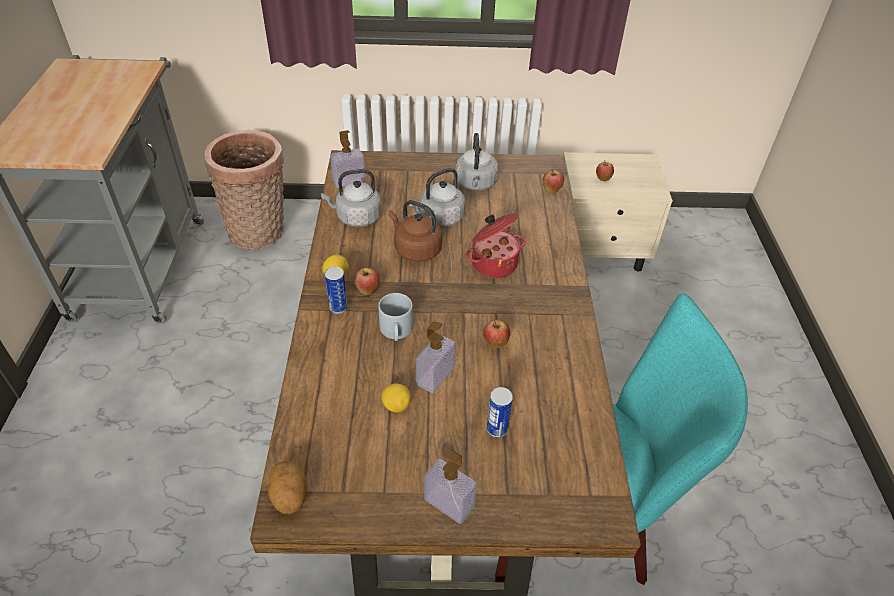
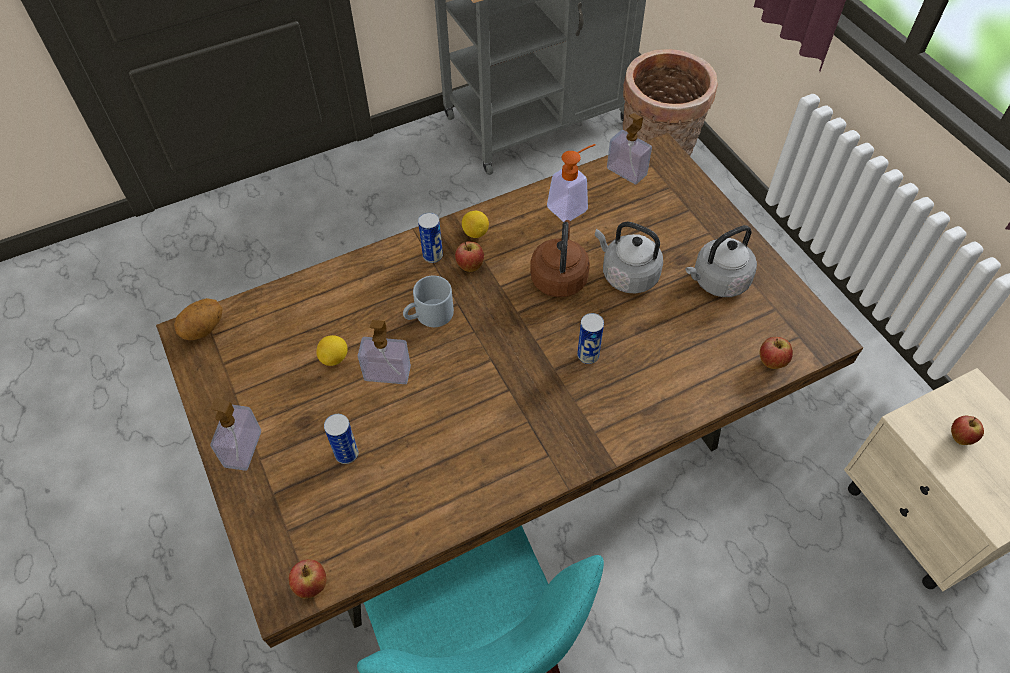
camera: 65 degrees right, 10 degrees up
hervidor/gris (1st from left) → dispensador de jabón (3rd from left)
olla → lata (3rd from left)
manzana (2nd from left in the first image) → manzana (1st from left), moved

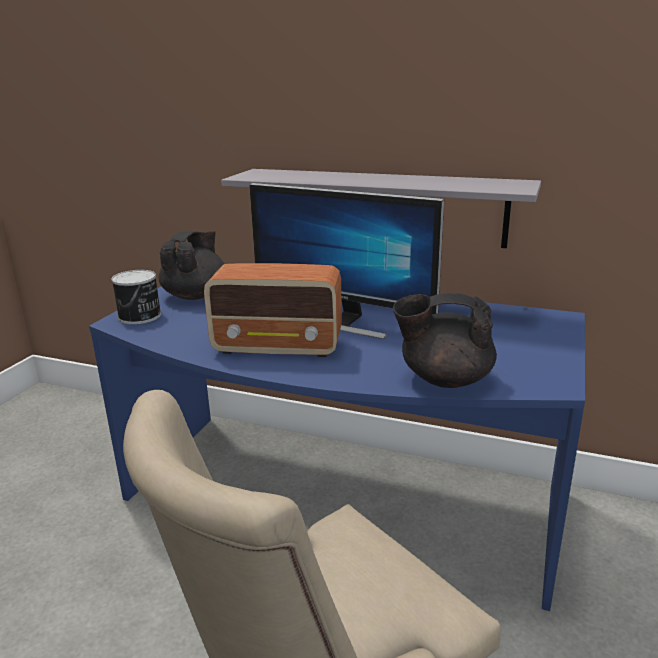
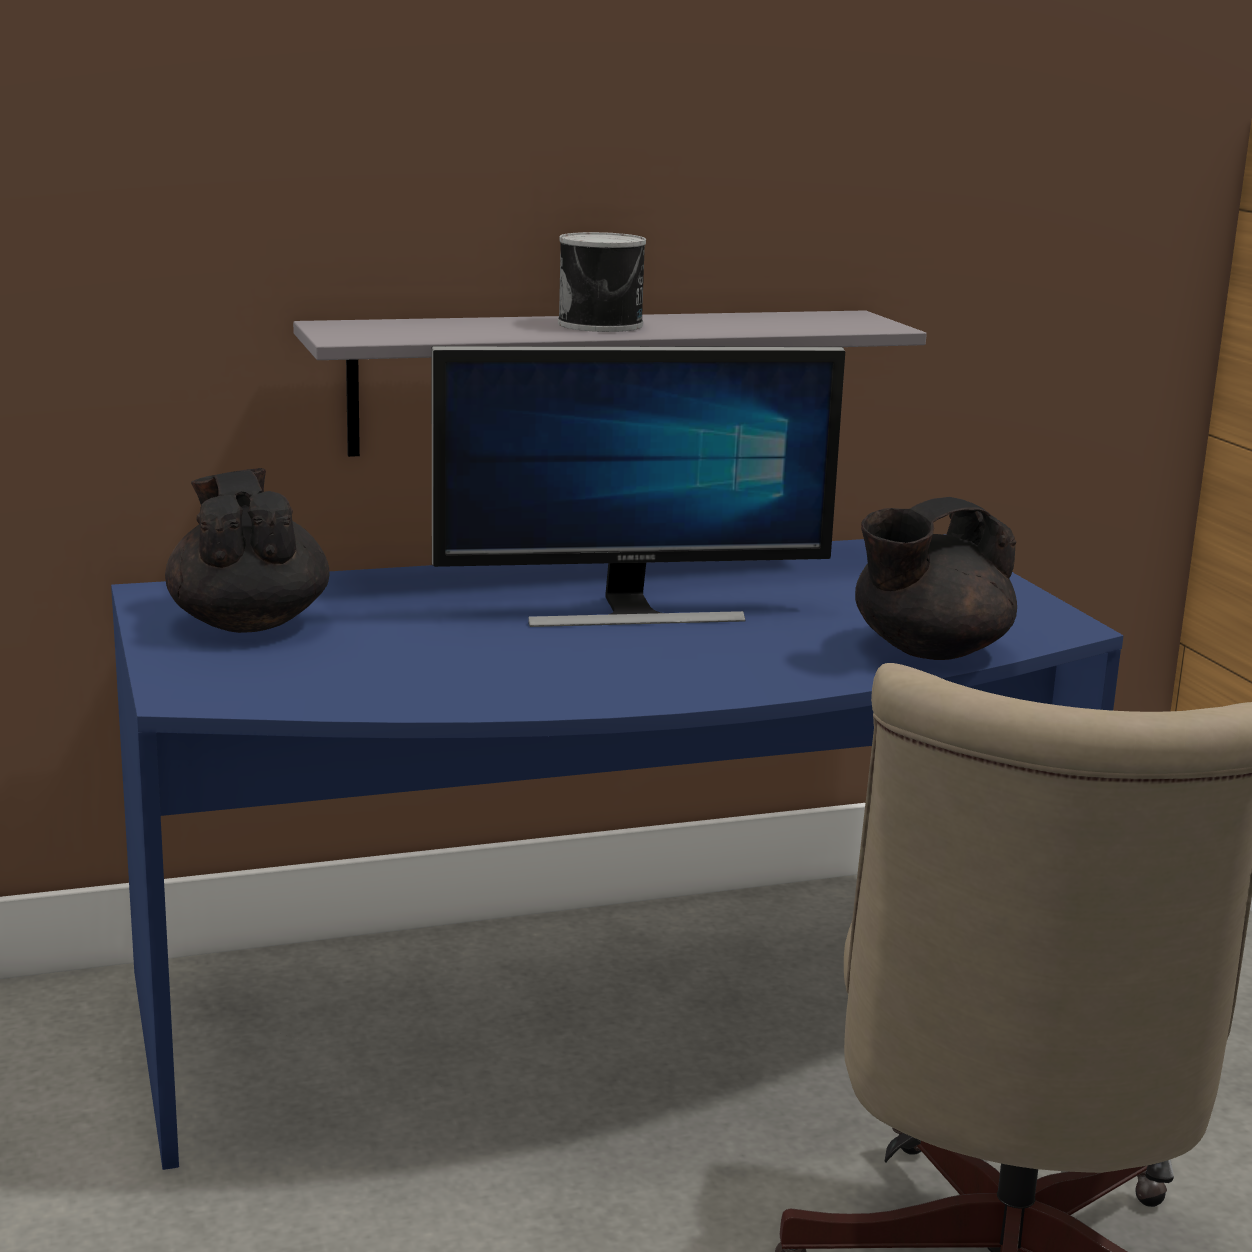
camera: 40 degrees left, 5 degrees down
radio → -
lata, moved

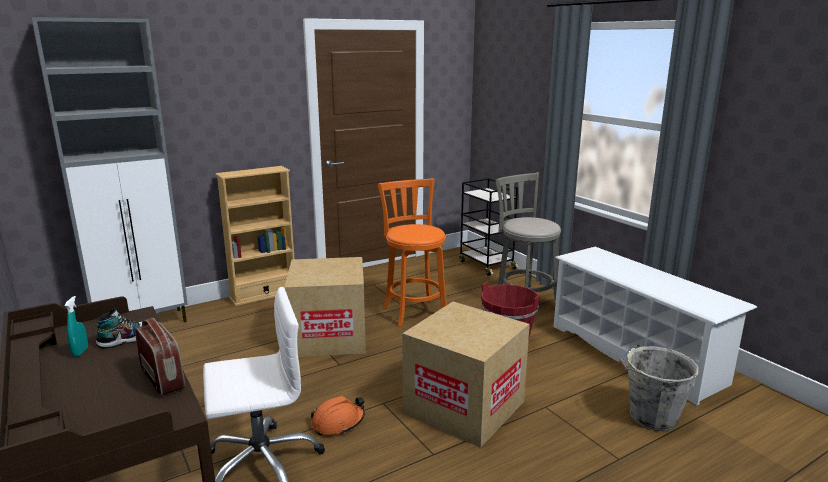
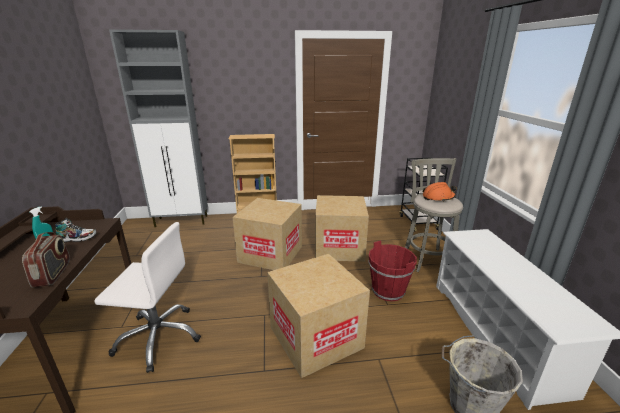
camera: 25 degrees right, 5 degrees up
taburete/naranja → caja de cartón (3rd from left)
casco/naranja, moved

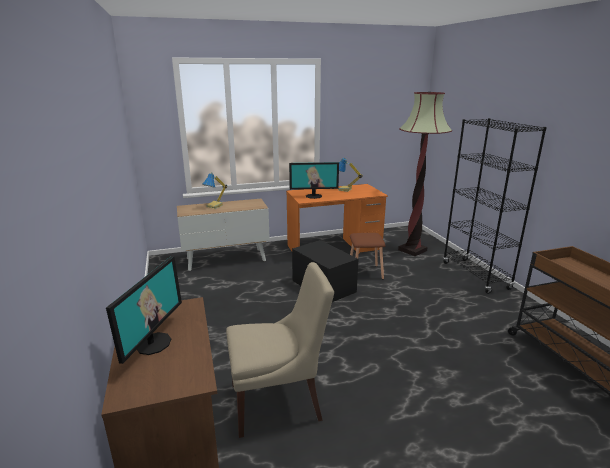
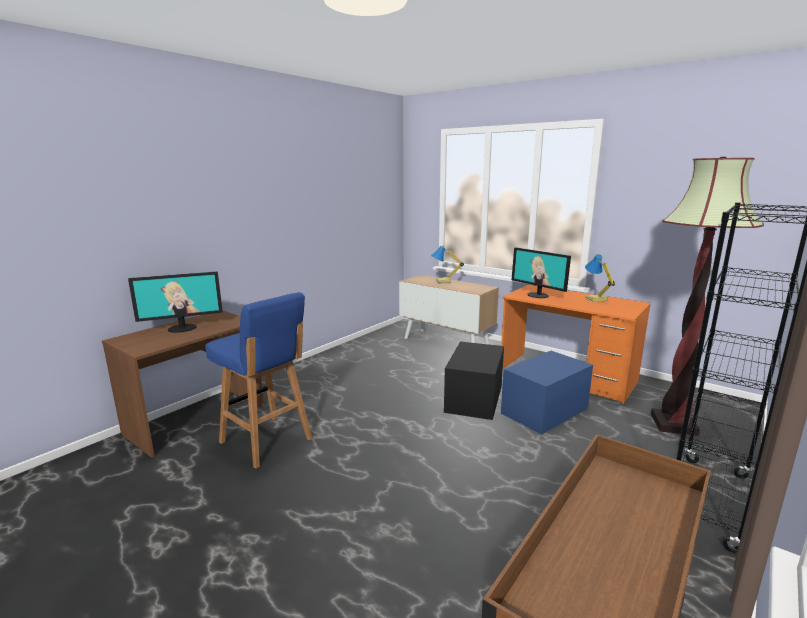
camera: 55 degrees right, 5 degrees down
taburete/marrón → caja de almacenaje/azul
silla/beis → taburete/azul

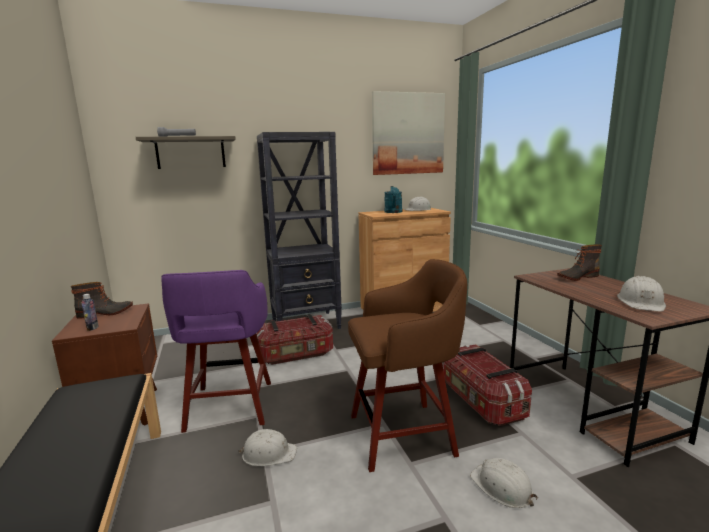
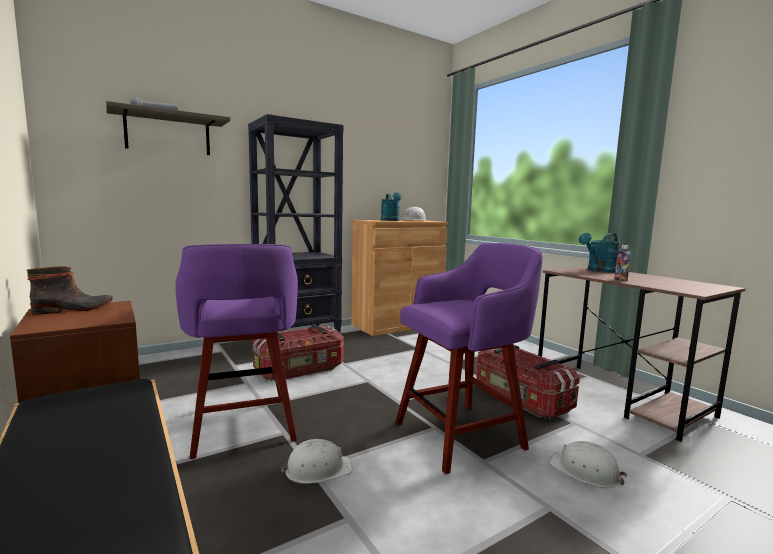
camera: 15 degrees left, 5 degrees down
cuadro → -
bota (2nd from left) → regadera/turquesa (2nd from left)
taburete/marrón → taburete/morado (2nd from left)
casco/blanco (4th from left) → -
botella, moved

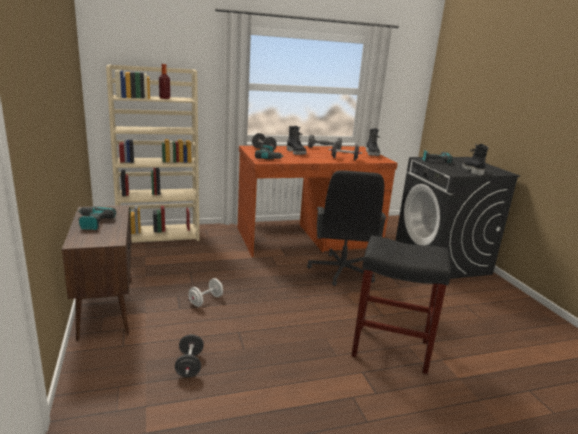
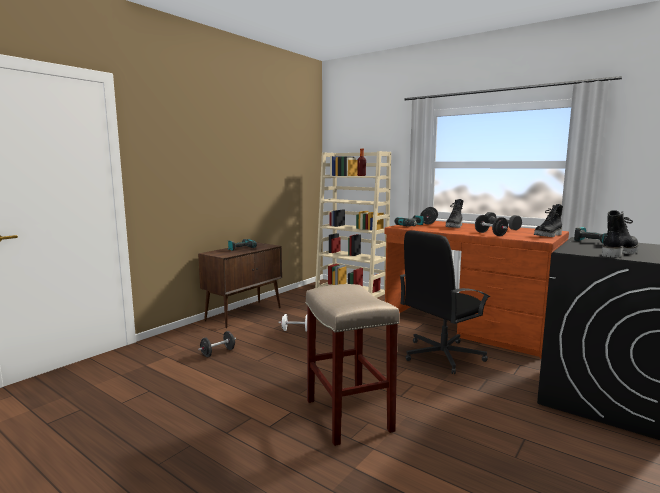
camera: 55 degrees right, 10 degrees down
taburete/negro → taburete/beis

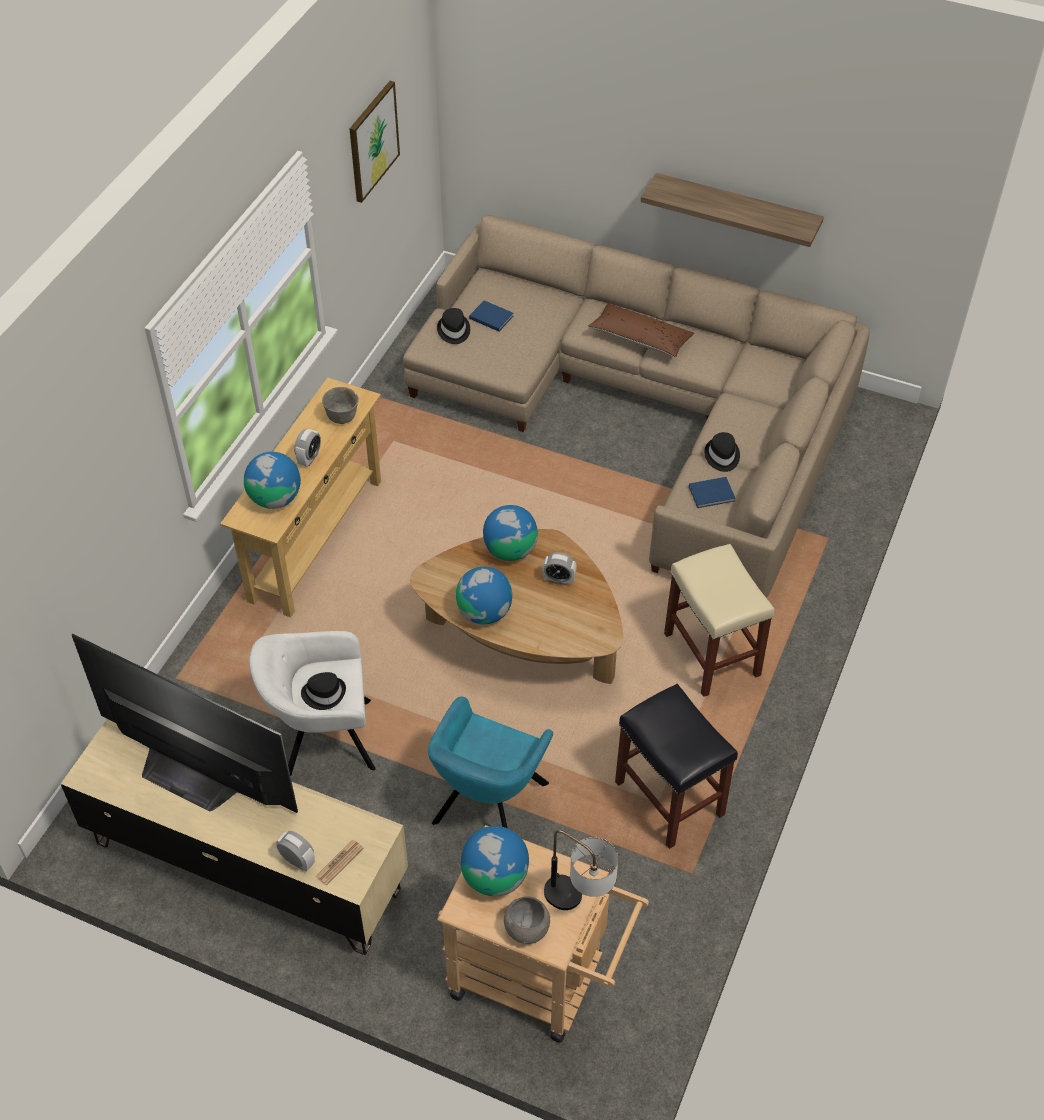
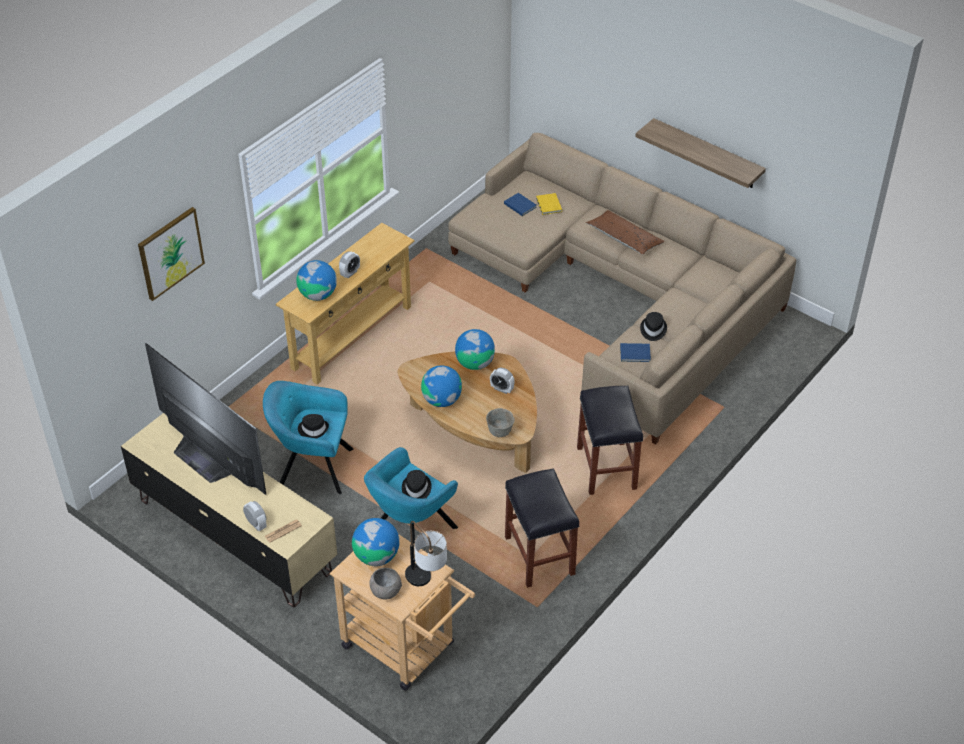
camera: 15 degrees right, 5 degrees down
cuadro, moved
sombrero/negro (2nd from left), moved
cuenco/gris (1st from left in the first image) → cuenco/gris (2nd from left), moved
taburete/beis → taburete/negro (2nd from left)
sillón/blanco → sillón/turquesa (1st from left)
- → libro/amarillo

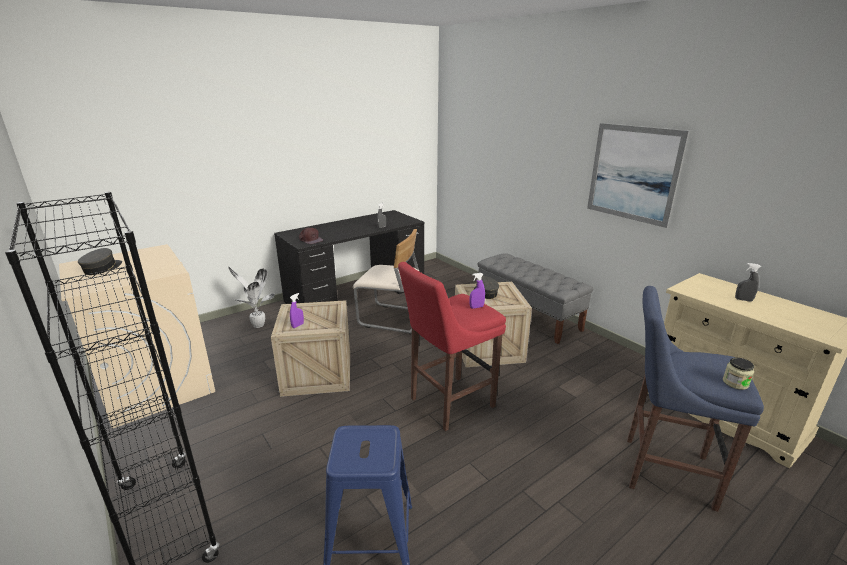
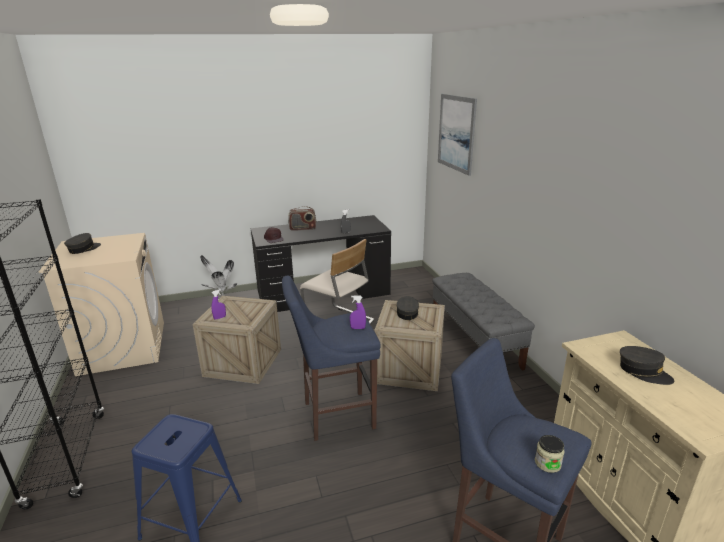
camera: 20 degrees right, 0 degrees up
cuadro, moved
taburete/rojo → taburete/azul (2nd from left)
pulverizador/gris (2nd from left) → gorra/gris (3rd from left)
- → radio

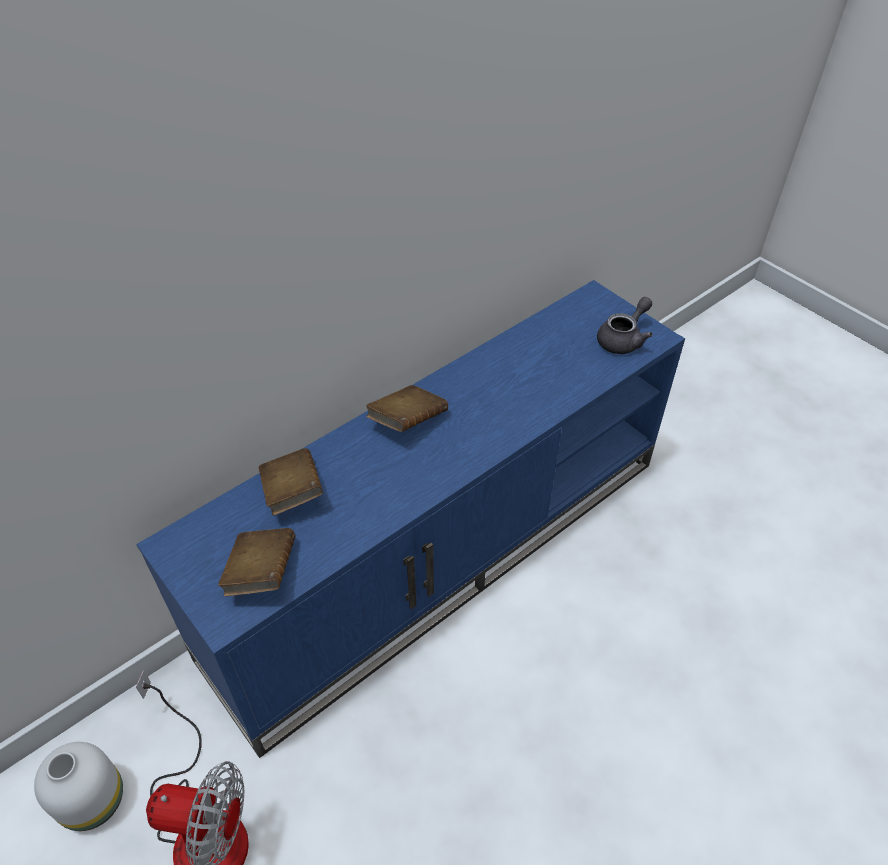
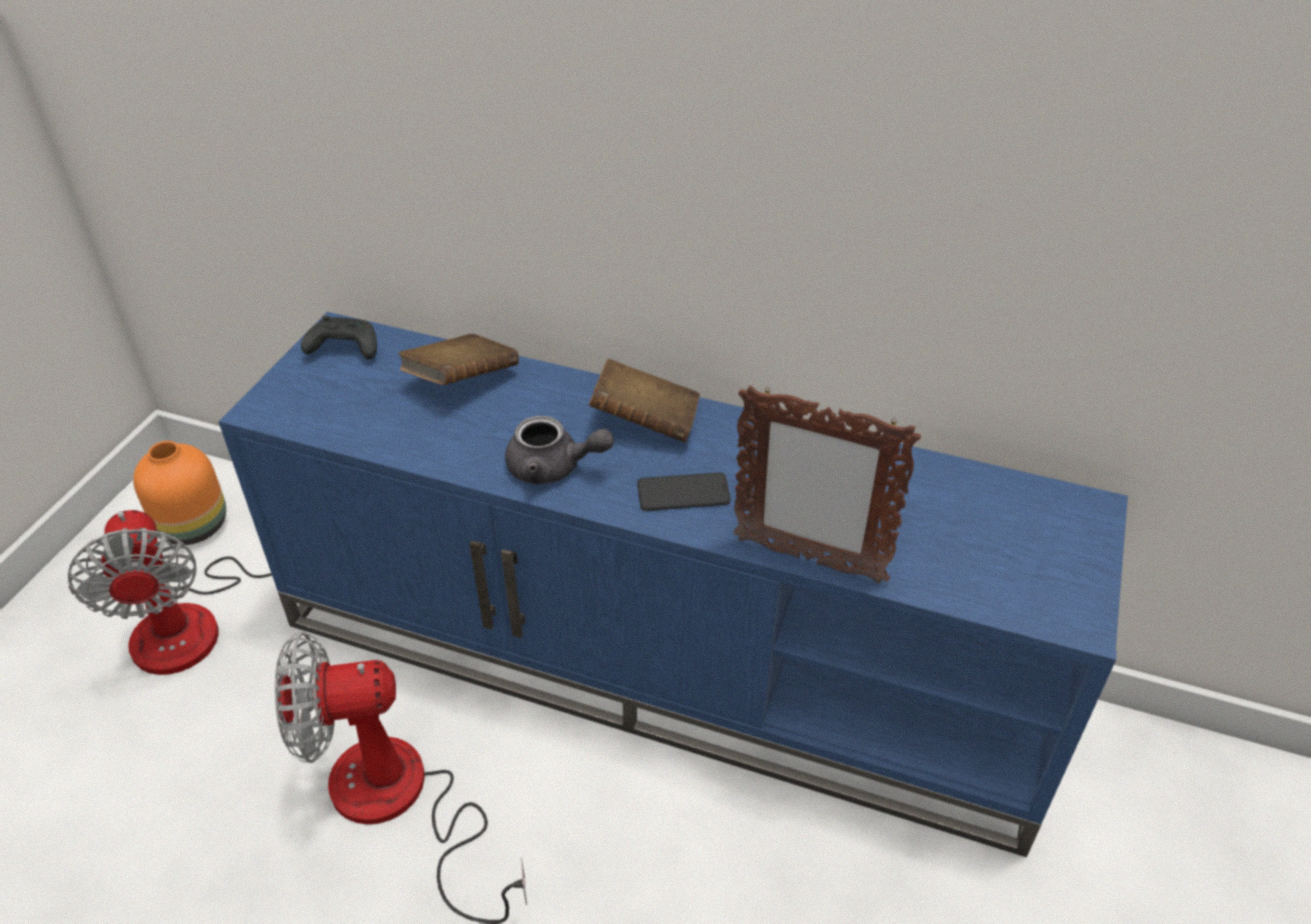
camera: 60 degrees right, 5 degrees down
tetera/gris, moved
libro/marrón (1st from left) → -
florero/blanco → florero/naranja
- → mando de consola/negro
- → portarretratos
- → móvil
- → ventilador (2nd from left)

